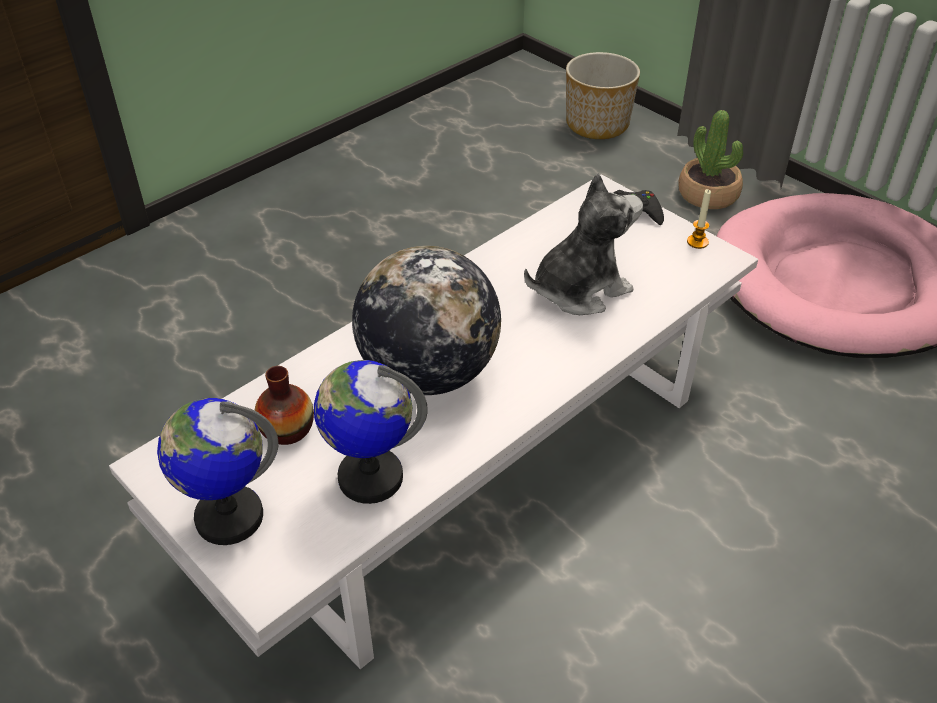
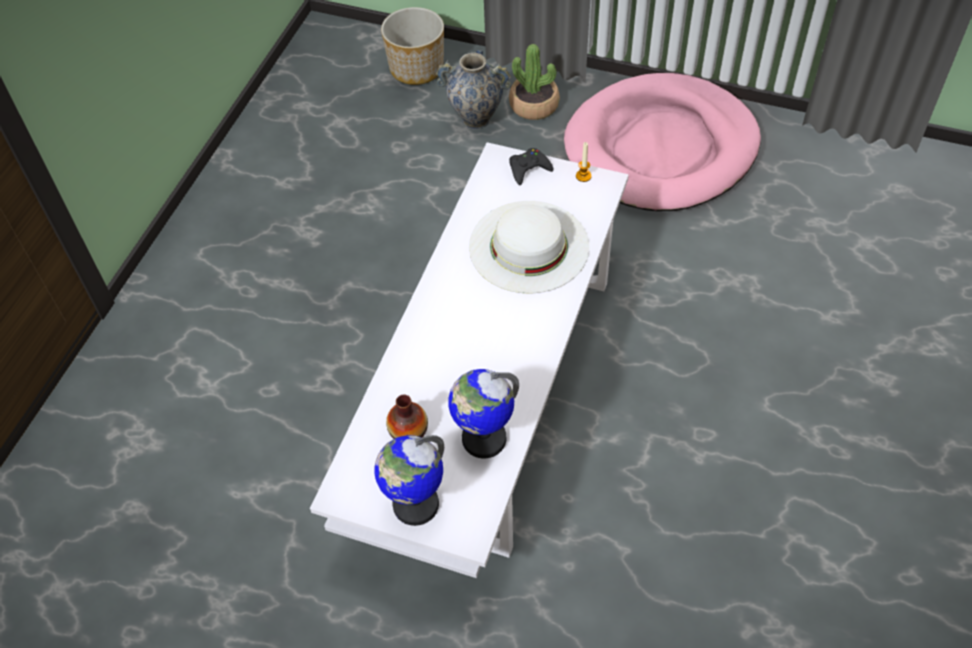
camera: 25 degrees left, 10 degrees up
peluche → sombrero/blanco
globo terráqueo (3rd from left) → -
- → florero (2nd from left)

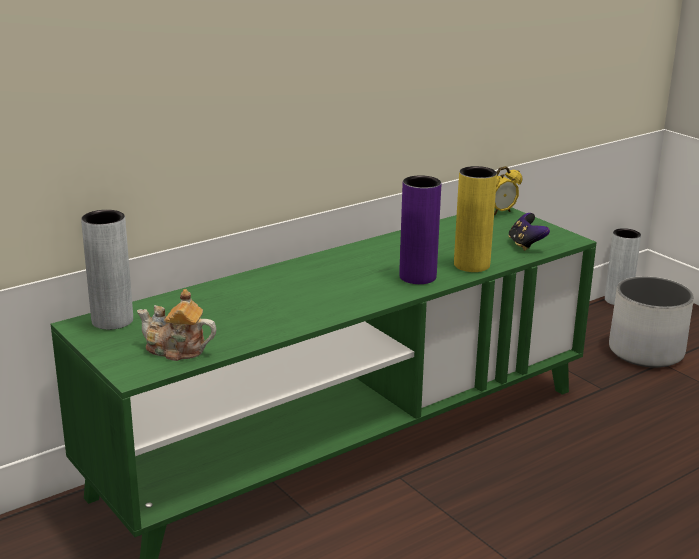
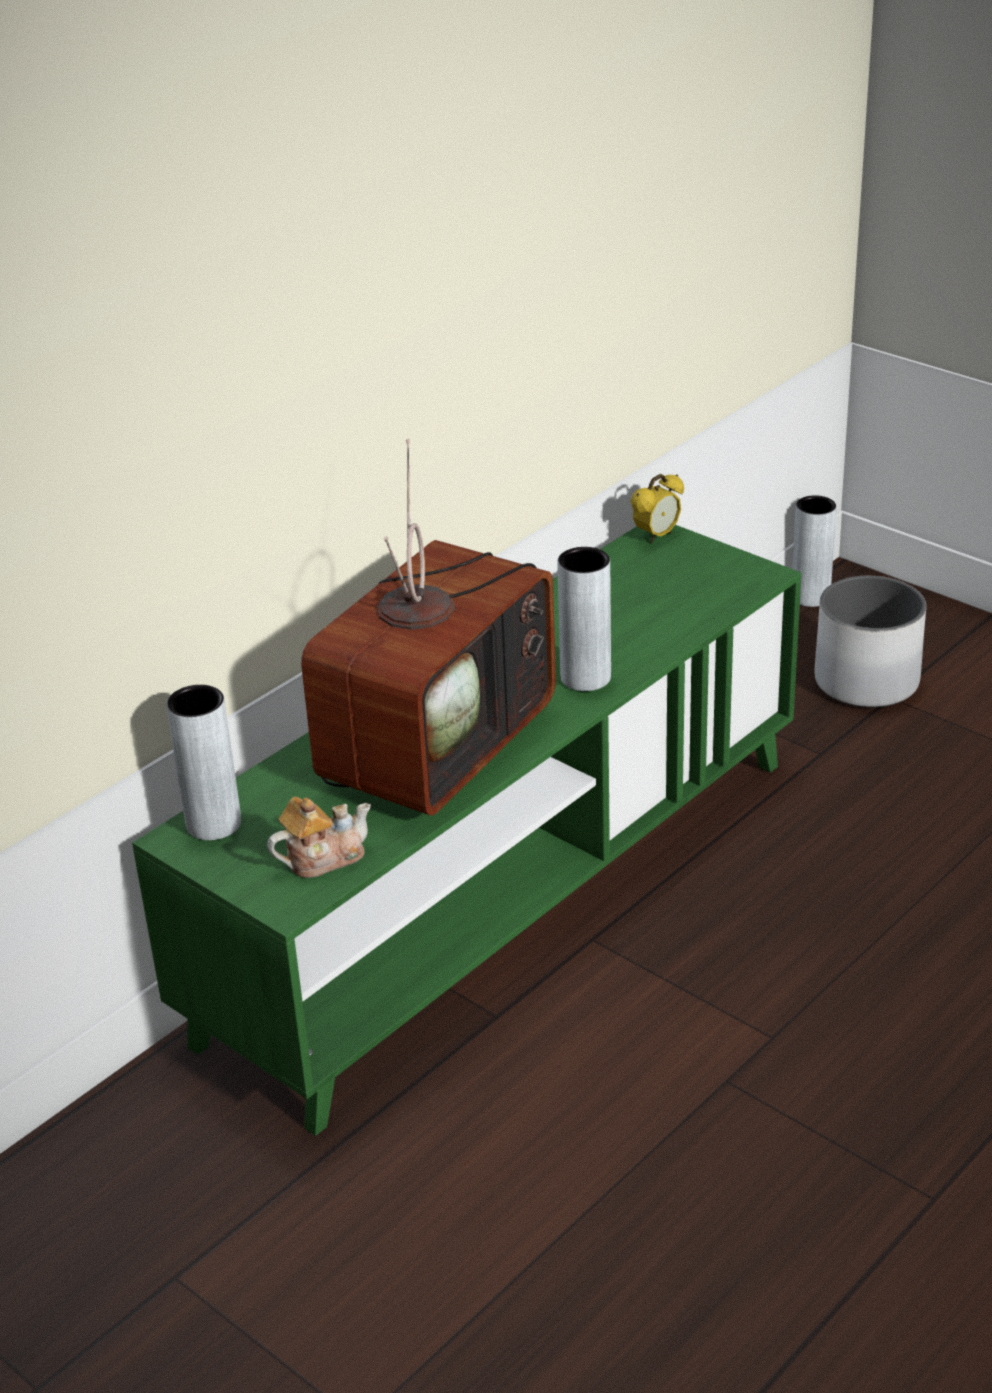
camera: 10 degrees left, 10 degrees up
florero/amarillo → -
florero/morado → florero/gris (2nd from left)
mando de consola → -
tetera, 150 degrees clockwise
- → televisor

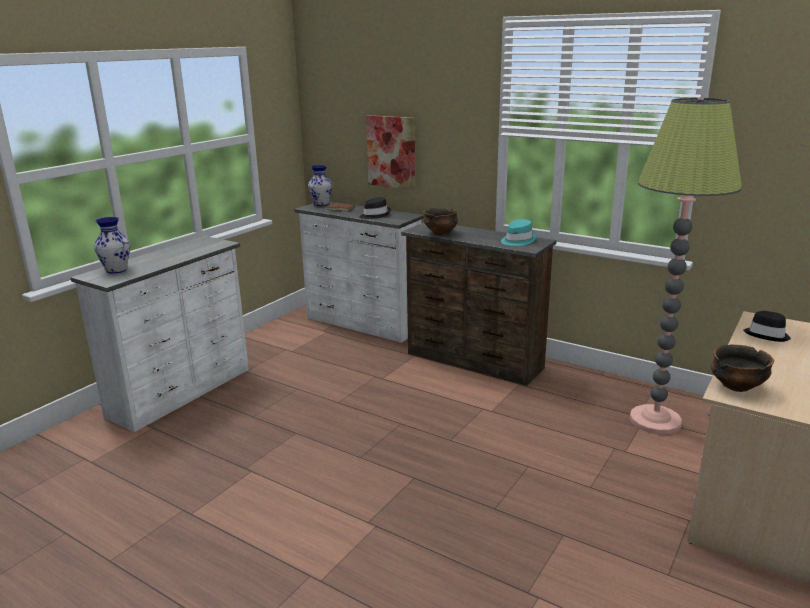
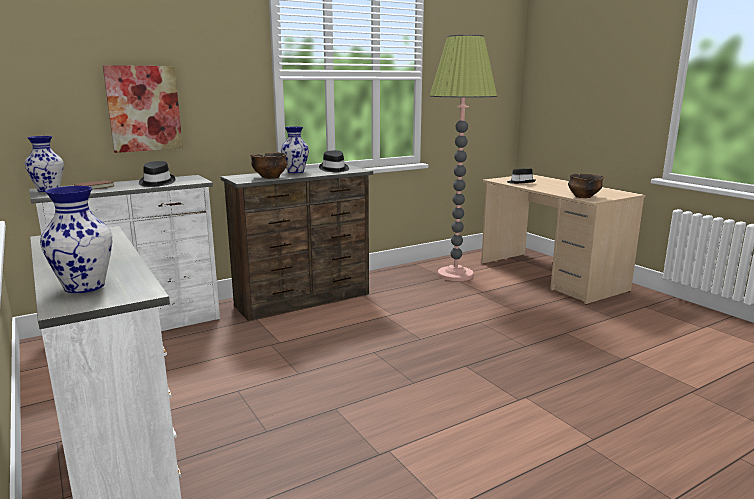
camera: 65 degrees left, 5 degrees down
sombrero/turquesa → sombrero/negro (2nd from left)
- → florero (3rd from left)

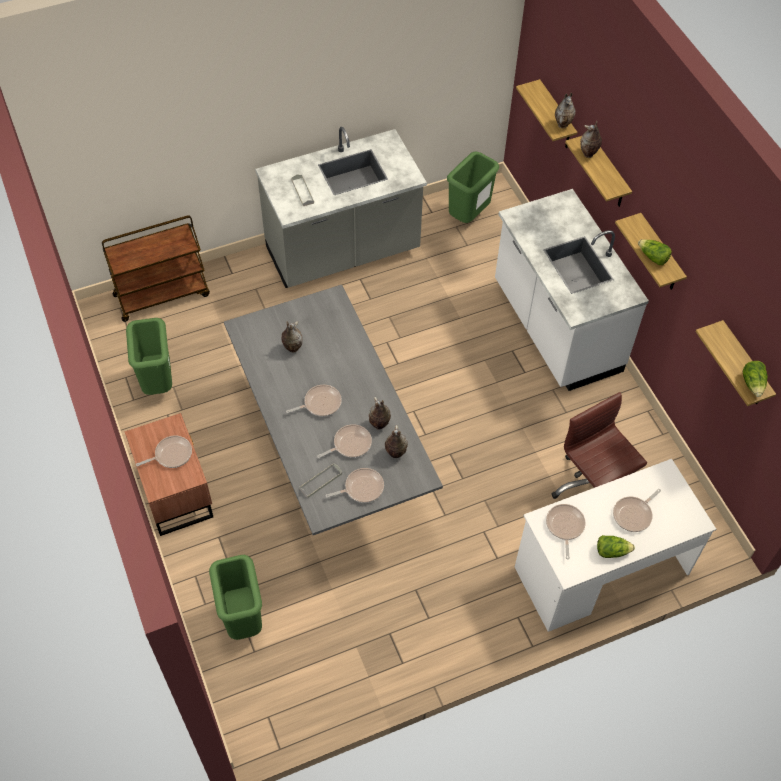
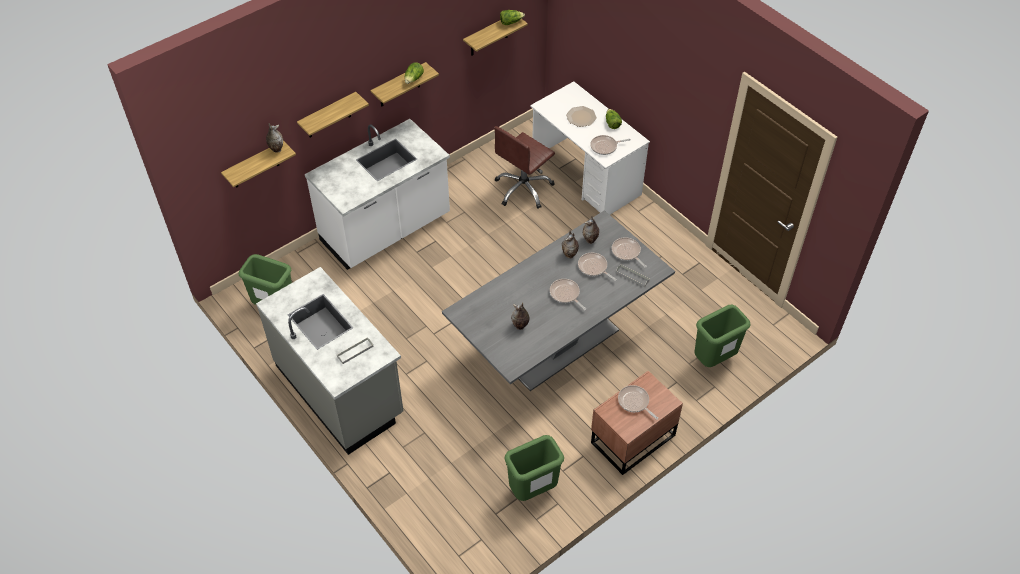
camera: 105 degrees left, 5 degrees down
florero (5th from left) → -
carrito/marrón → -
sartén (6th from left) → plato

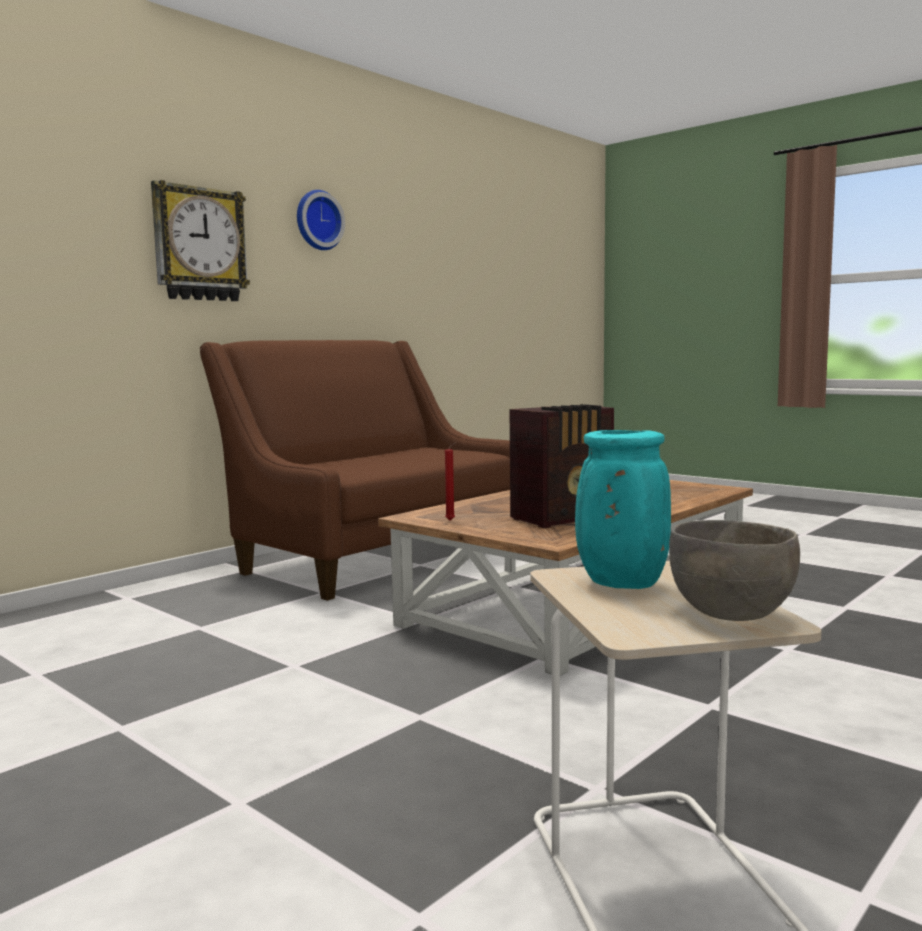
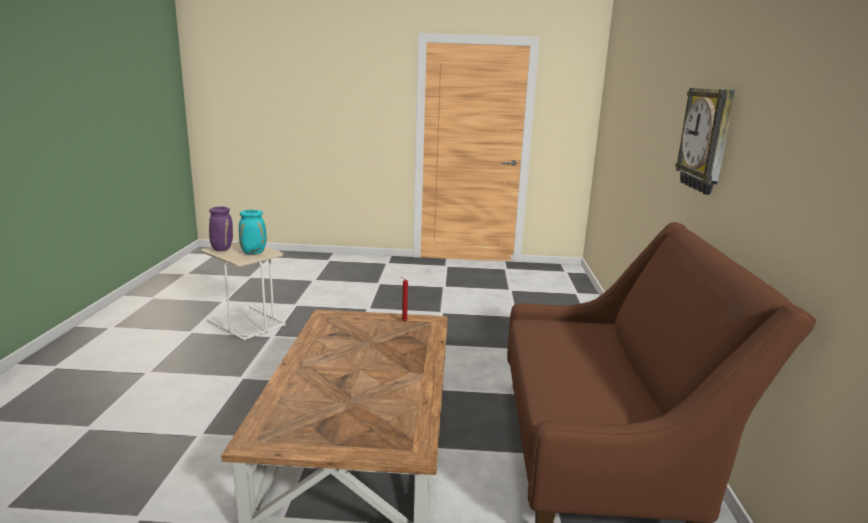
camera: 140 degrees right, 10 degrees up
reloj de pared (2nd from left) → -
radio → -
cuenco/gris → florero/morado

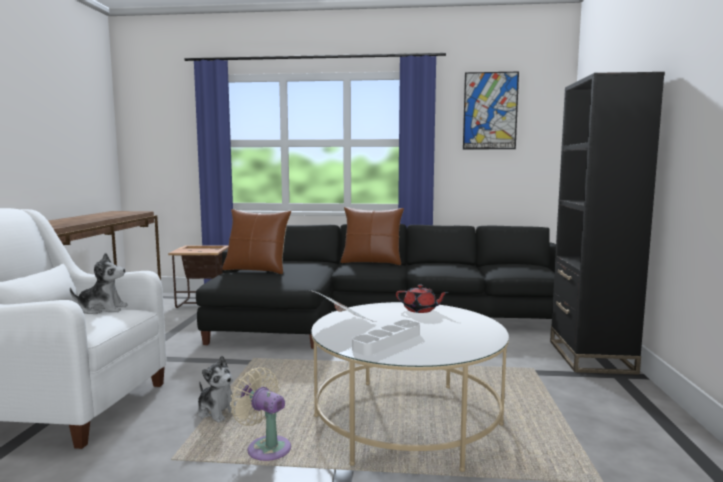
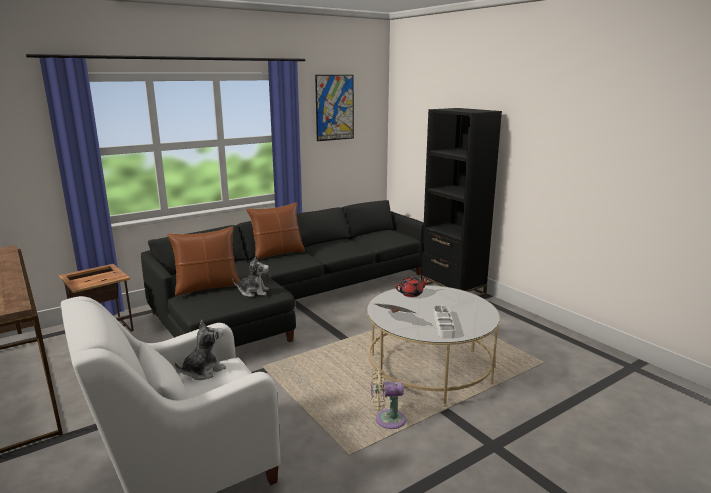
camera: 40 degrees left, 10 degrees up
peluche (2nd from left), moved

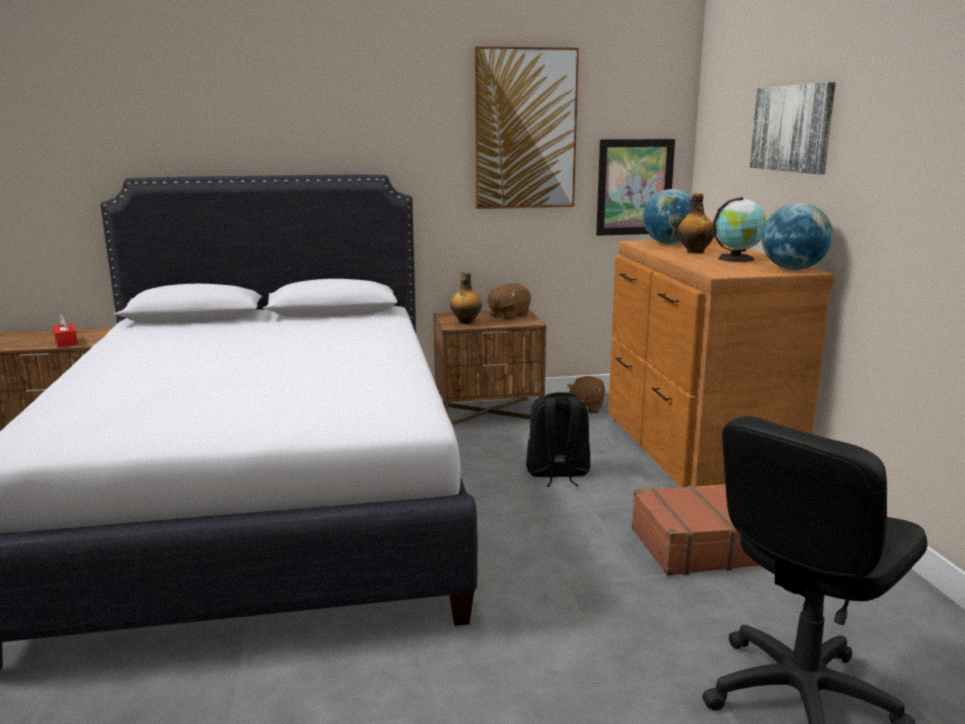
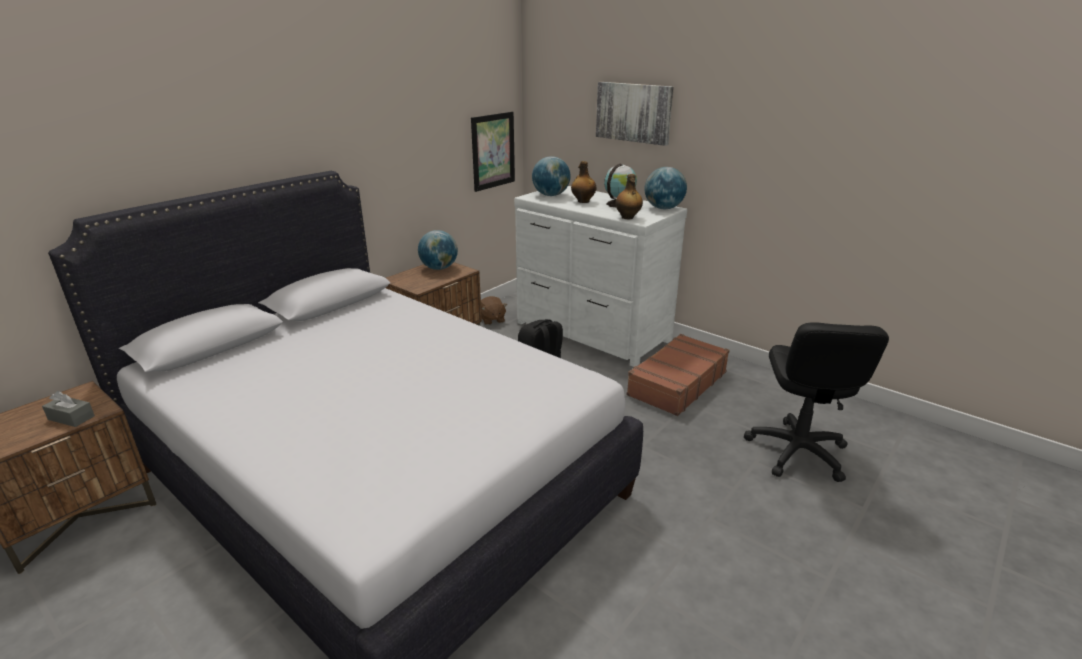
camera: 40 degrees left, 10 degrees up
cuadro (1st from left) → -
cómoda/marrón → cómoda/blanco
botella (1st from left in the first image) → botella (2nd from left), moved
peluche/marrón (1st from left) → globo terráqueo (1st from left)
caja de pañuelos/rojo → caja de pañuelos/gris

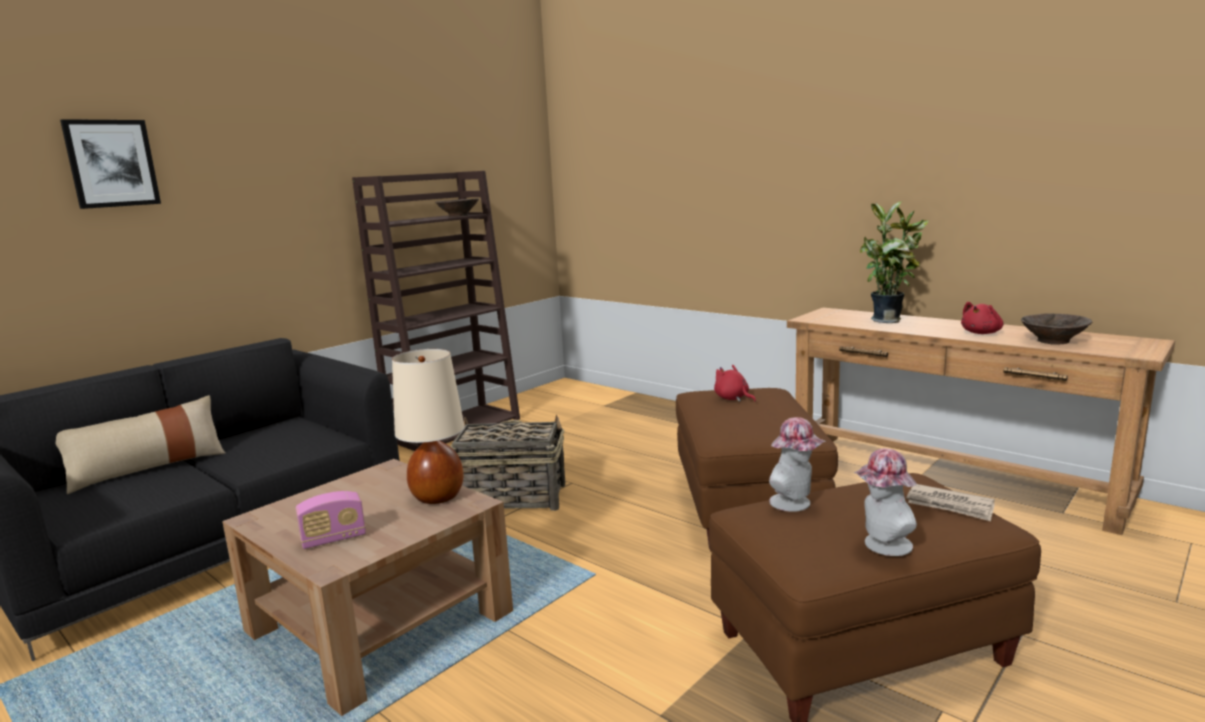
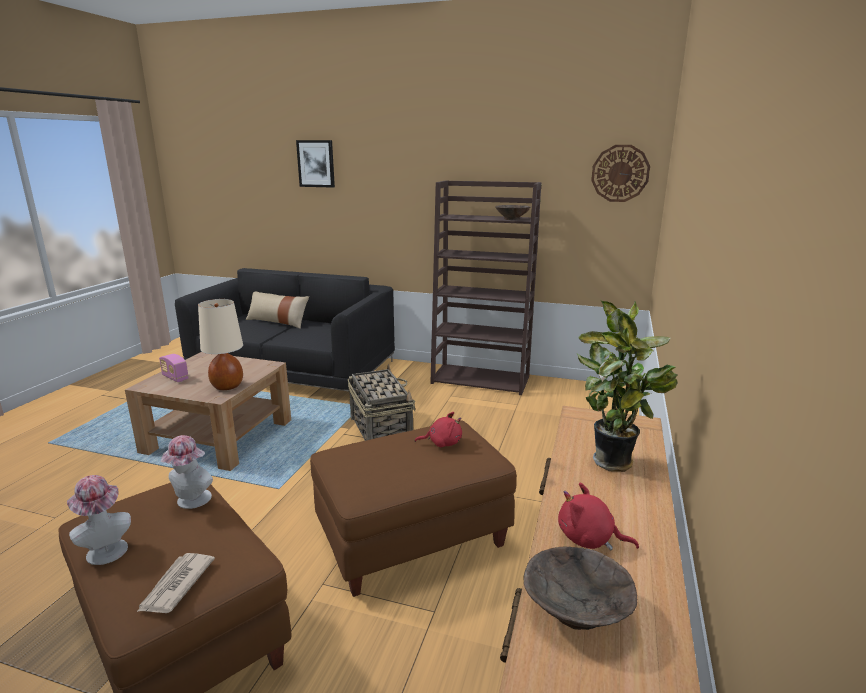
camera: 65 degrees right, 5 degrees up
peluche/rojo (1st from left), 60 degrees clockwise
- → reloj de pared

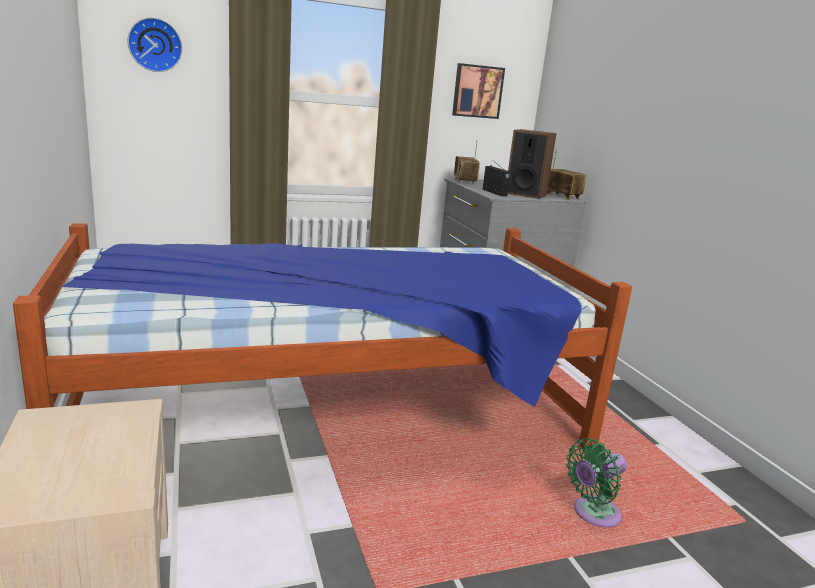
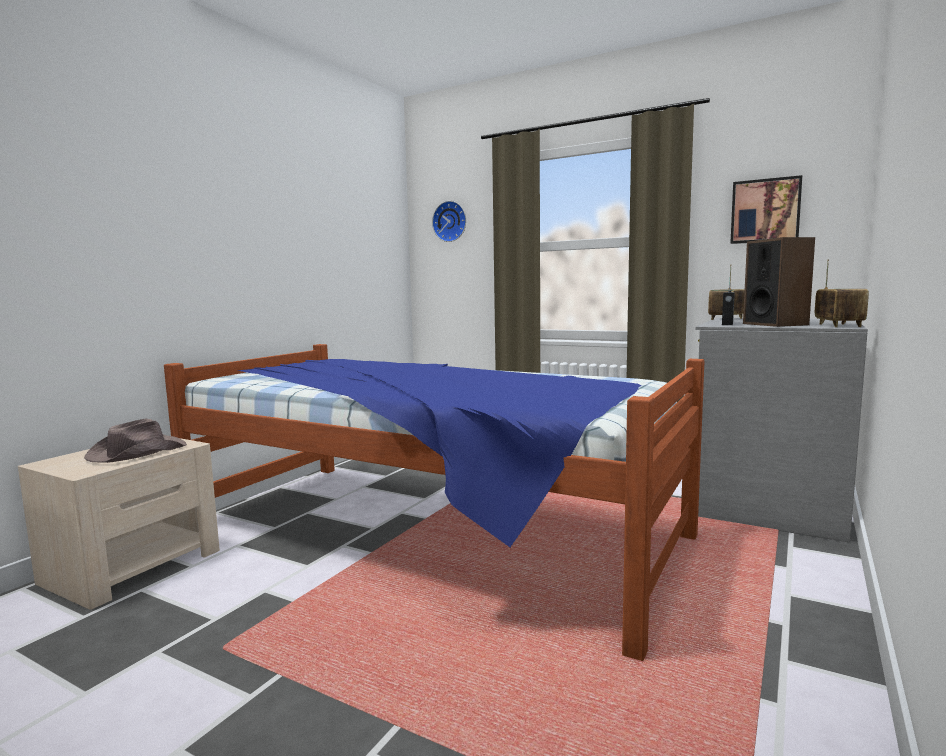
camera: 50 degrees right, 10 degrees down
ventilador/verde → -
- → sombrero/marrón

